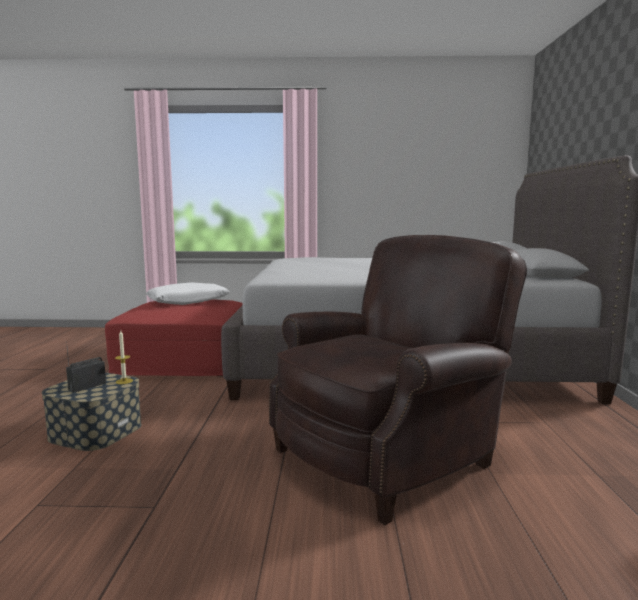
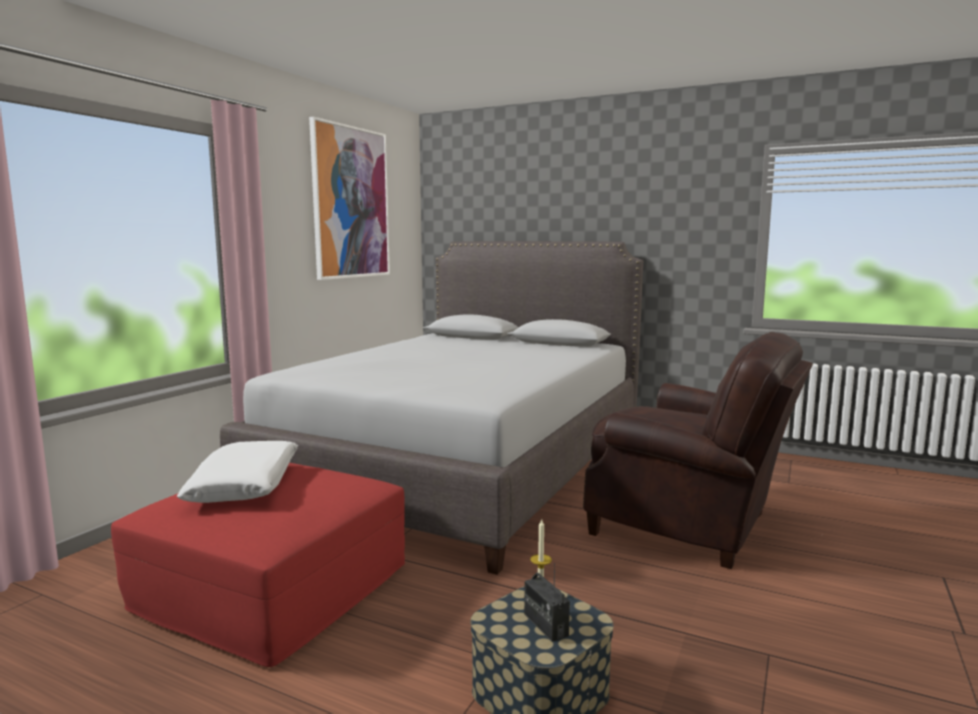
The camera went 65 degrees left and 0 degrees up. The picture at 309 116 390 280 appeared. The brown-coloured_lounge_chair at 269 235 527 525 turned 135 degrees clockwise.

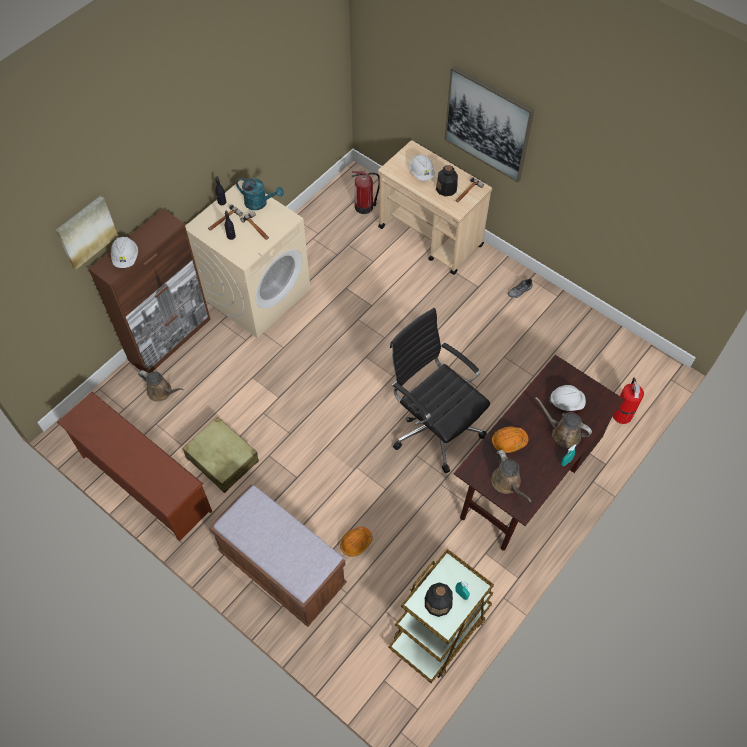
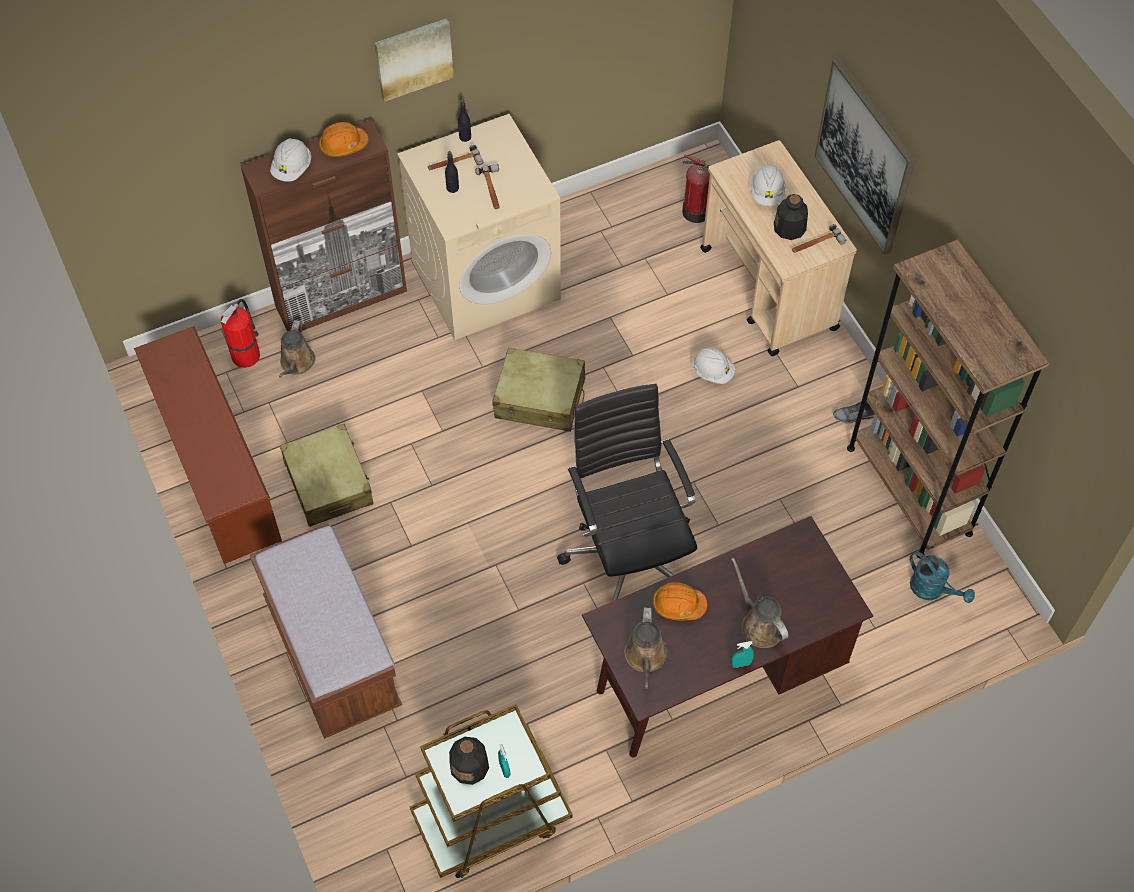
The camera went 25 degrees right and 0 degrees up. The extinguisher moved from 613 377 644 424 to 221 299 260 368. The brown-coloured_watering_can at 138 370 183 402 turned 45 degrees clockwise. The orange_hard_hat moved from 340 526 373 557 to 319 122 369 157. The picture moved from 55 196 118 270 to 374 18 454 102. The sand-coloured_suitcase at 492 348 585 432 appeared. The whitish_hard_hat moved from 550 385 586 411 to 691 348 735 384. The brown-coloured_shelving_unit at 847 239 1050 559 appeared. The turquoise-coloured_watering_can moved from 236 178 284 210 to 910 551 975 603.

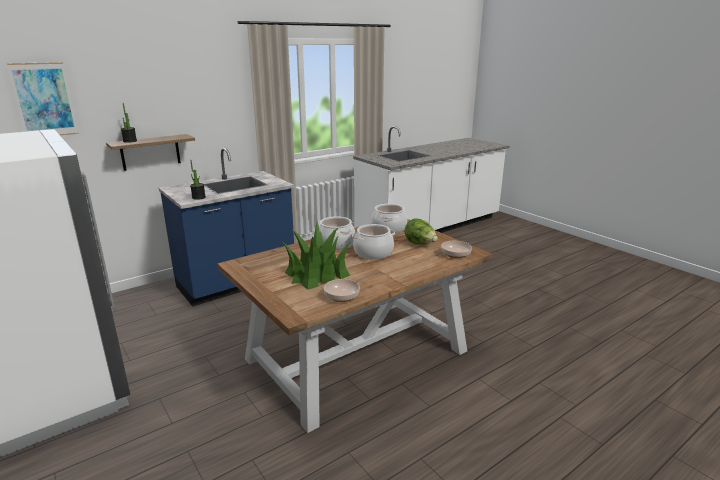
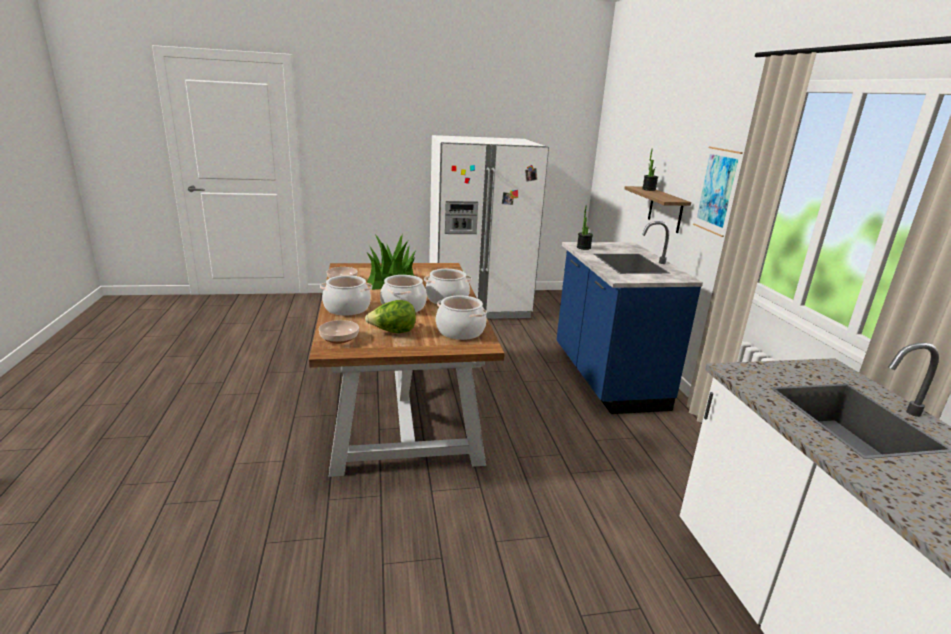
The camera went 115 degrees right and 0 degrees up. The cooking_pot at 320 275 372 316 appeared. The picture moved from 7 62 79 135 to 693 147 743 237.

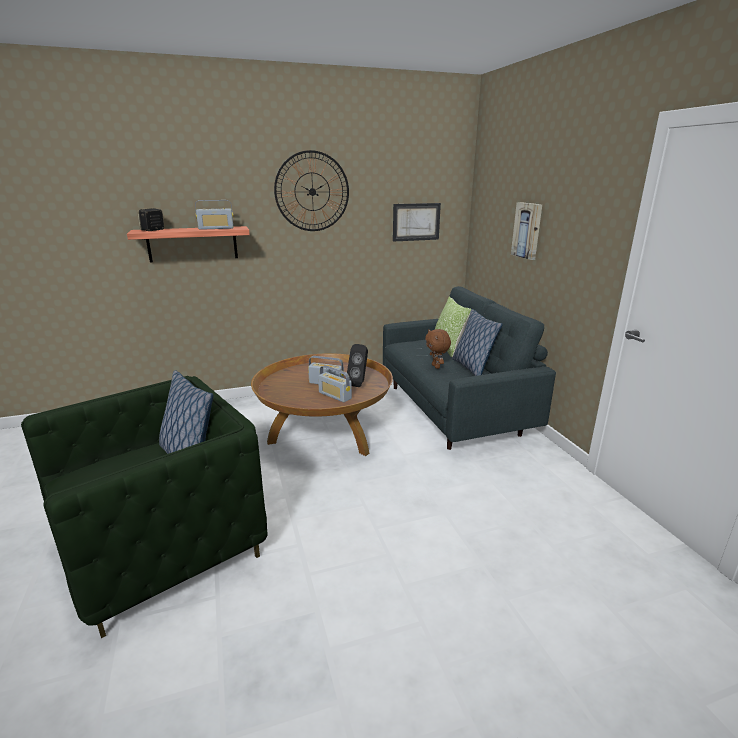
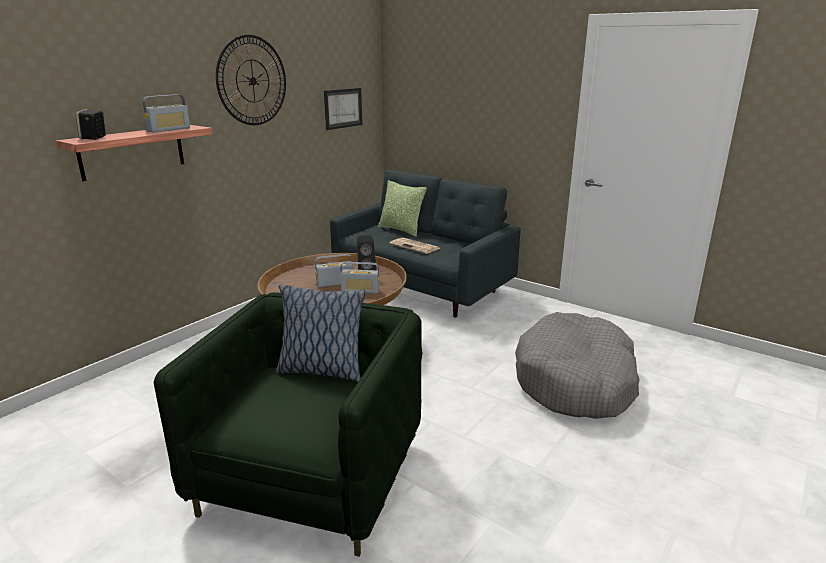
The camera went 35 degrees left and 0 degrees up. The brown-coloured_cuddly_toy at 425 329 451 369 was replaced by the printed_paper at 389 237 440 254. The grey_dog_cushion at 515 312 640 419 appeared. The cushion at 452 309 503 376 disappeared. The picture at 511 202 542 260 disappeared.

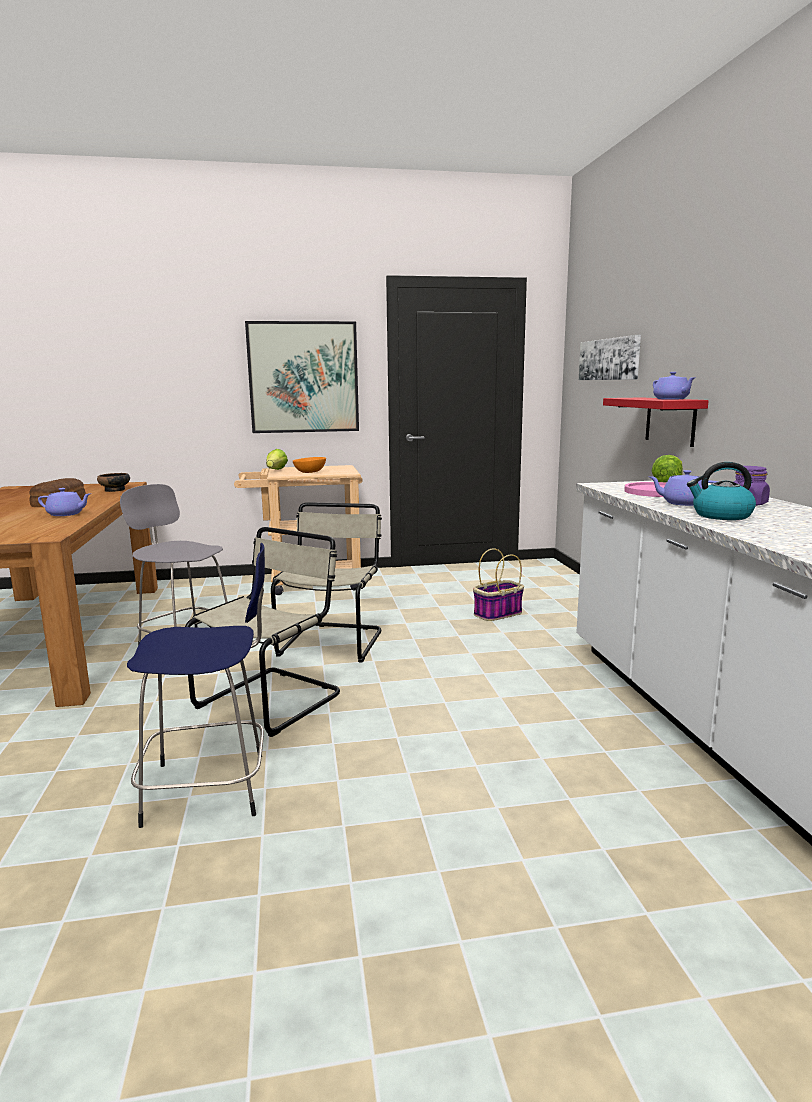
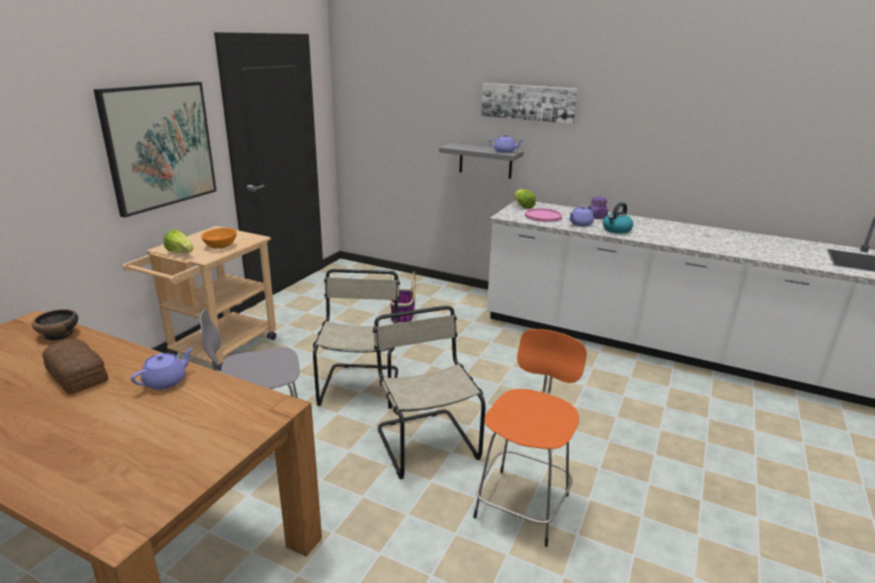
The camera went 55 degrees left and 10 degrees up. The sand-coloured_upright_chair at 271 502 382 662 turned 45 degrees clockwise. The reddish_wall_shelf at 603 397 709 447 became the grey_wall_shelf at 439 143 524 179. The bluish_stool at 127 543 265 828 became the orange_stool at 473 329 587 547. The picture moved from 579 335 641 380 to 481 83 578 124.

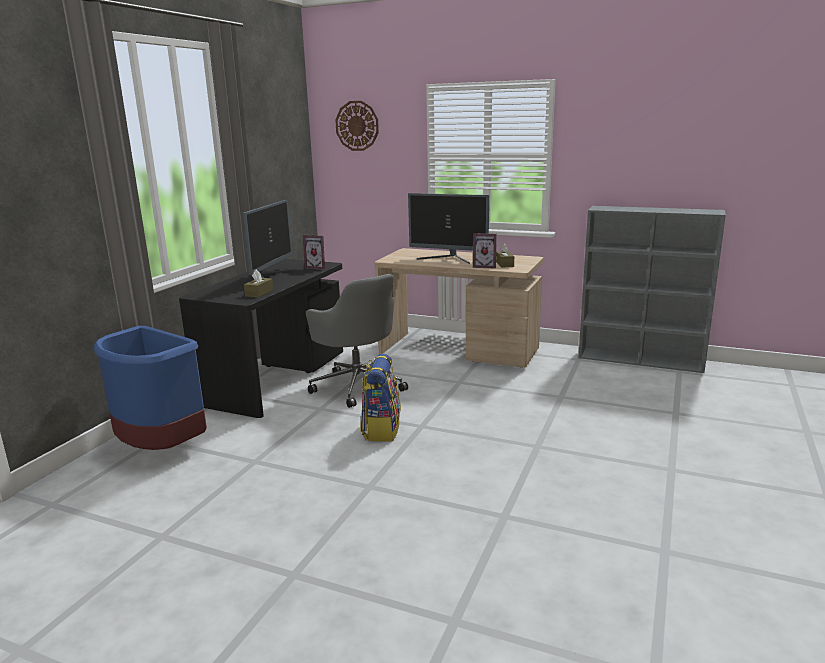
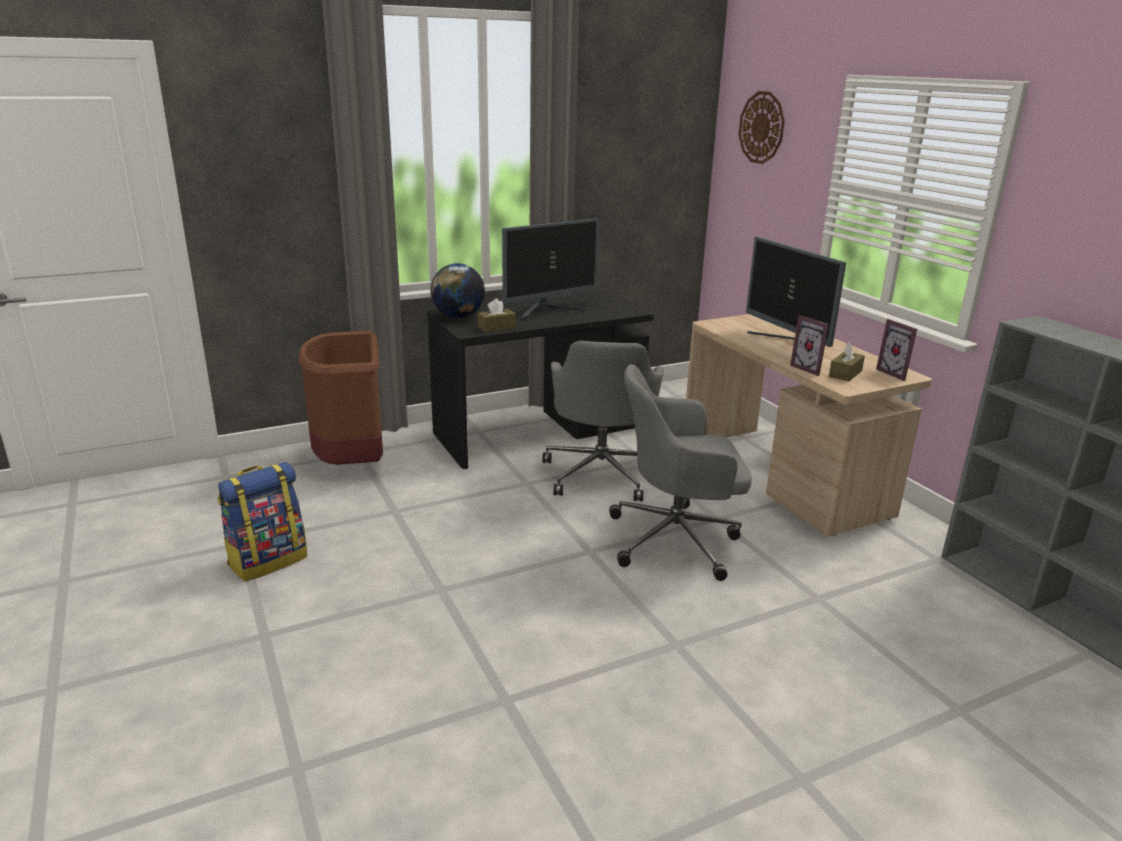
The camera went 40 degrees right and 5 degrees up. The knapsack moved from 360 354 401 442 to 218 462 307 581. The bluish_rubbish_bin at 94 326 207 450 became the brown-coloured_rubbish_bin at 298 331 383 465. The globe at 431 263 485 318 appeared. The grey_computer_chair at 609 364 752 581 appeared. The photo_frame moved from 303 235 325 270 to 876 319 917 381.

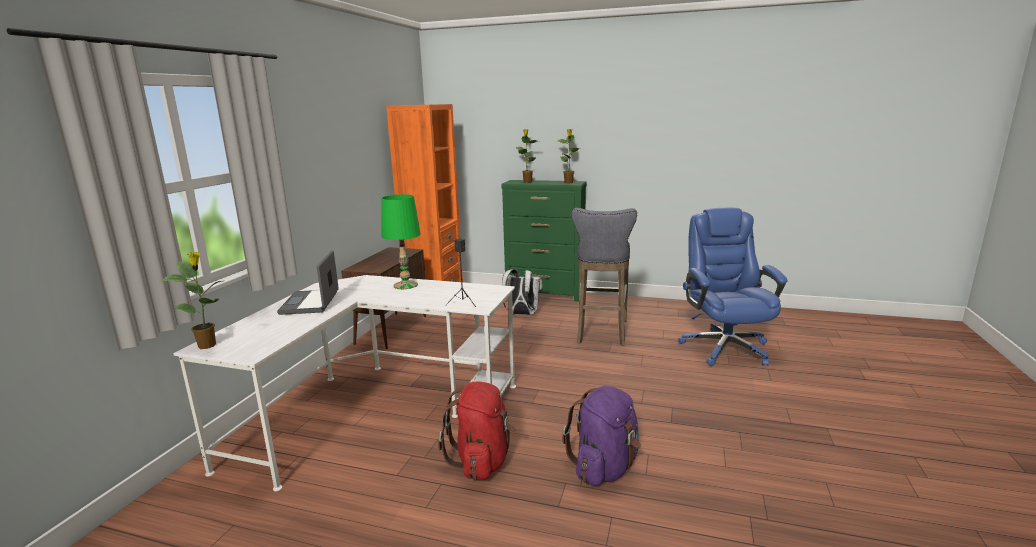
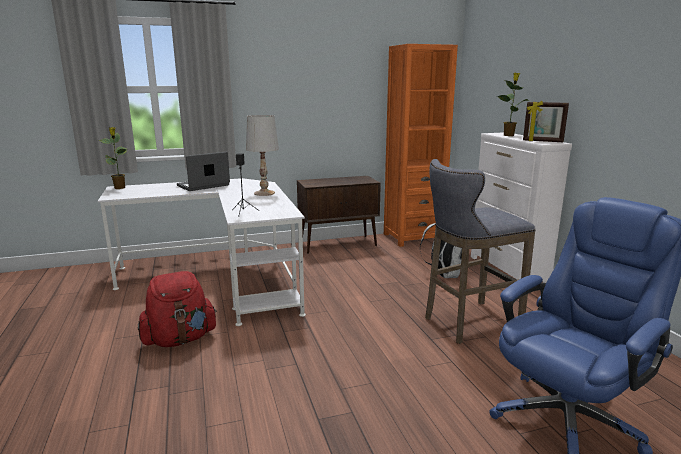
The camera went 55 degrees right and 0 degrees up. The green_table_lamp at 381 194 421 289 became the whitish_table_lamp at 246 115 279 196. The green_drawer_chest at 502 180 586 302 became the whitish_drawer_chest at 471 132 572 283. The plant_in_a_pot at 558 129 580 183 was replaced by the photo_frame at 523 101 569 142. The purple_knapsack at 563 386 641 486 disappeared.

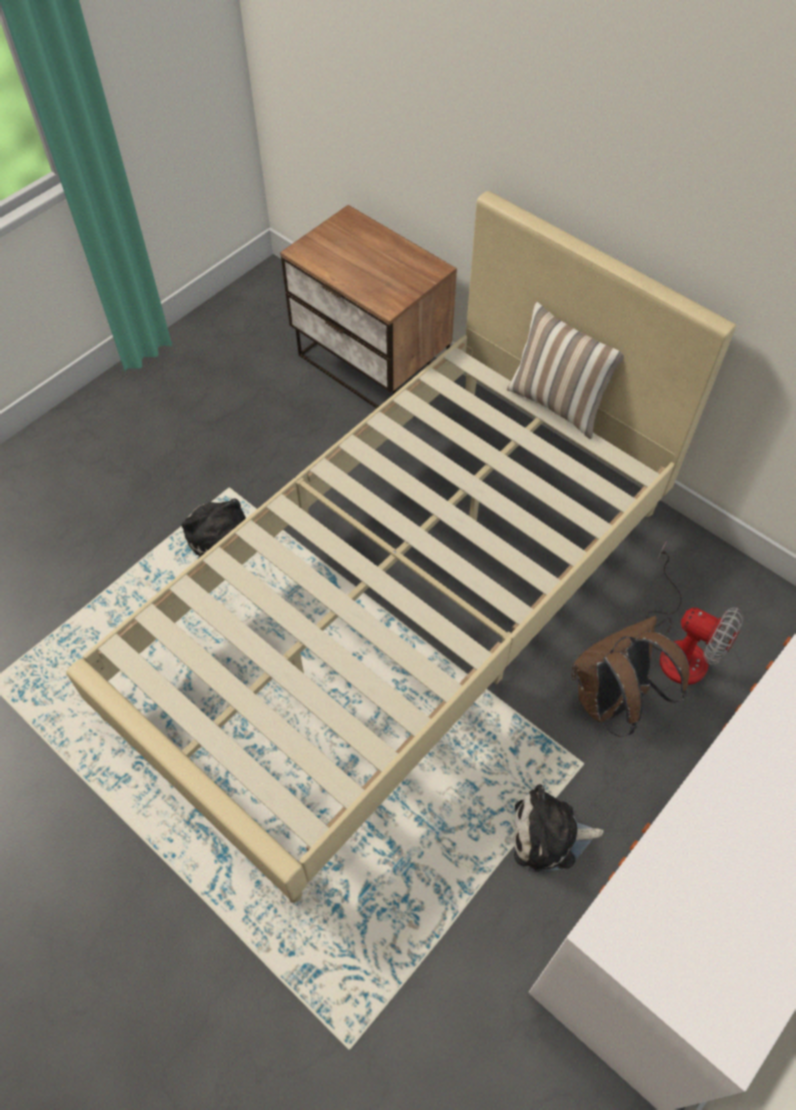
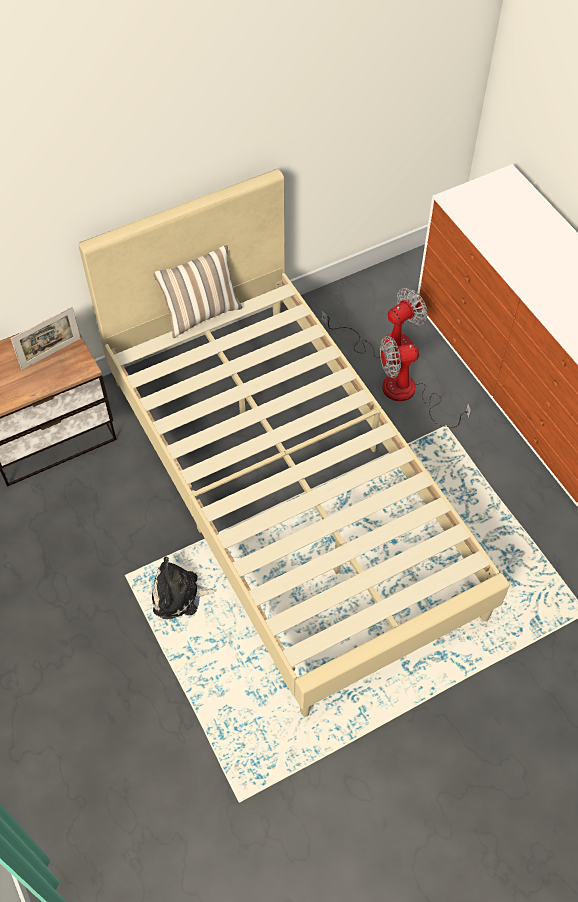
The camera went 70 degrees left and 0 degrees up. The photo_frame at 10 306 81 370 appeared. The brown-coloured_knapsack at 572 616 690 737 was replaced by the fan at 380 336 471 428. The cuddly_toy at 514 784 604 872 disappeared.

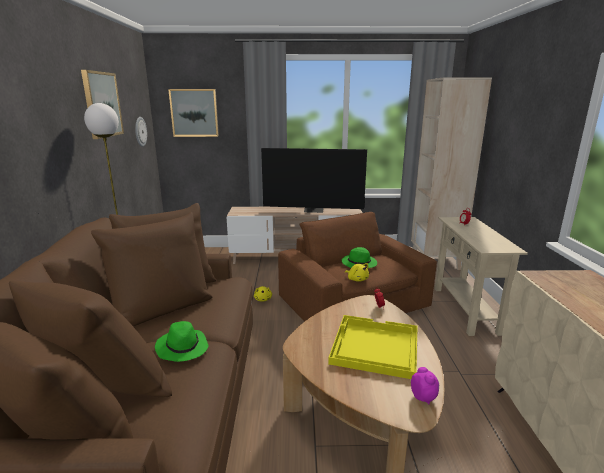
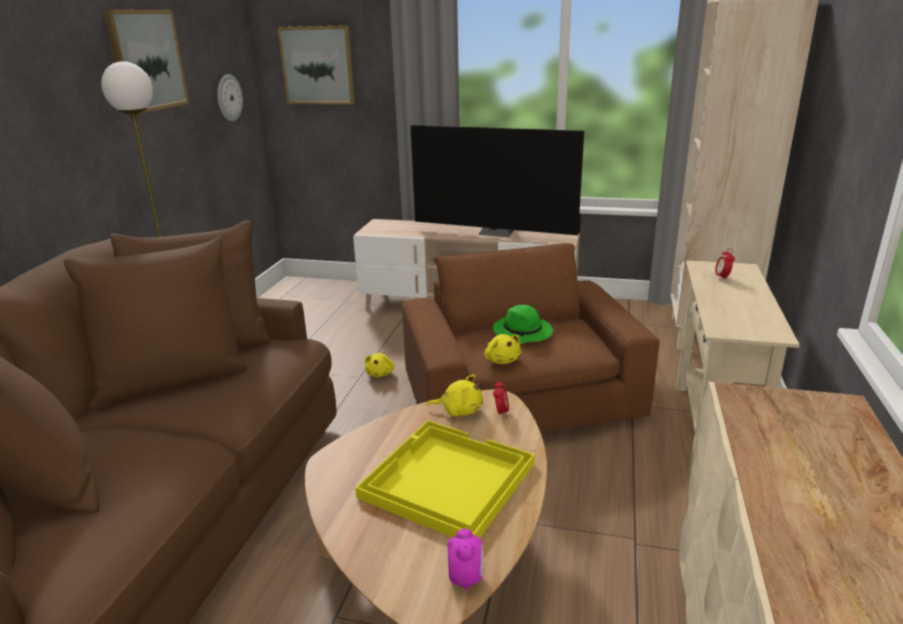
The camera went 15 degrees right and 5 degrees up. The yellowish_cuddly_toy at 426 374 483 416 appeared. The green_wearable_hat at 155 321 208 362 disappeared.

